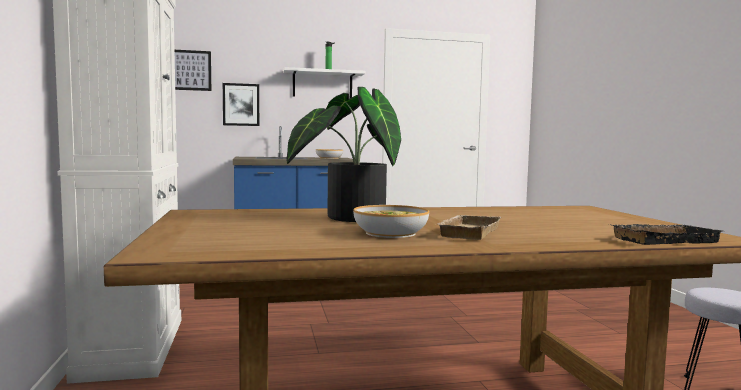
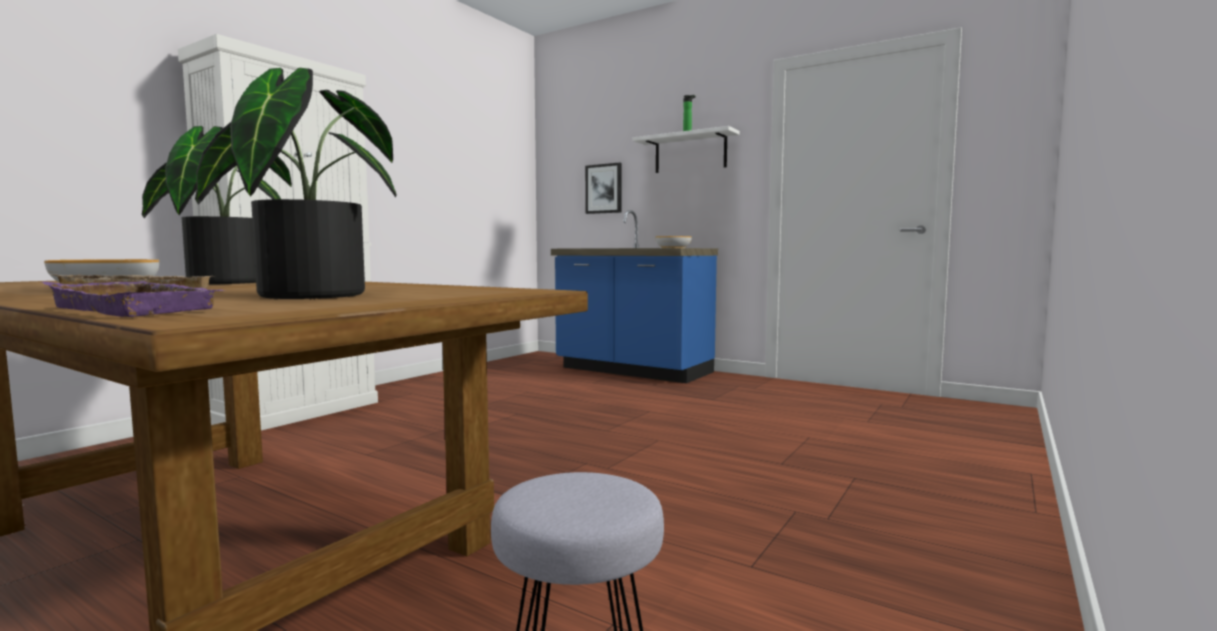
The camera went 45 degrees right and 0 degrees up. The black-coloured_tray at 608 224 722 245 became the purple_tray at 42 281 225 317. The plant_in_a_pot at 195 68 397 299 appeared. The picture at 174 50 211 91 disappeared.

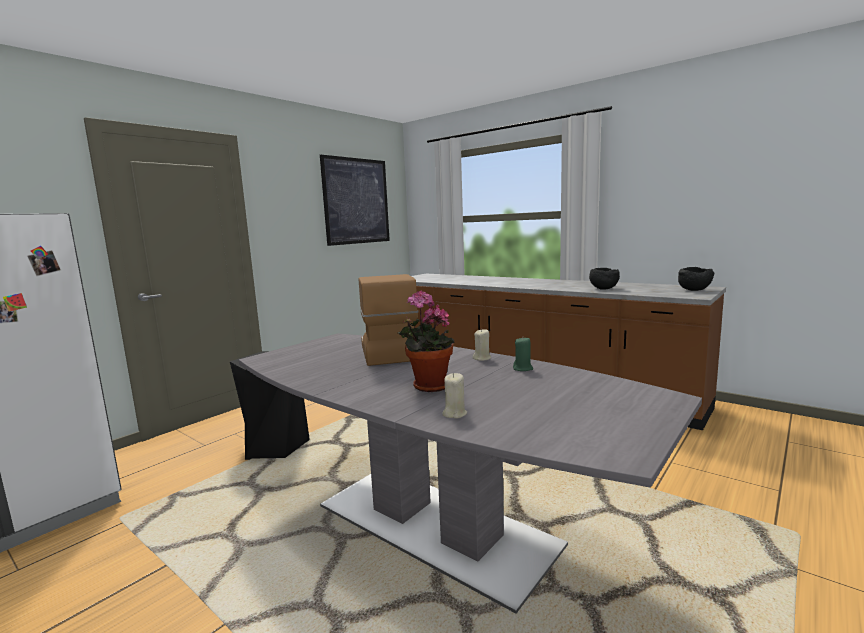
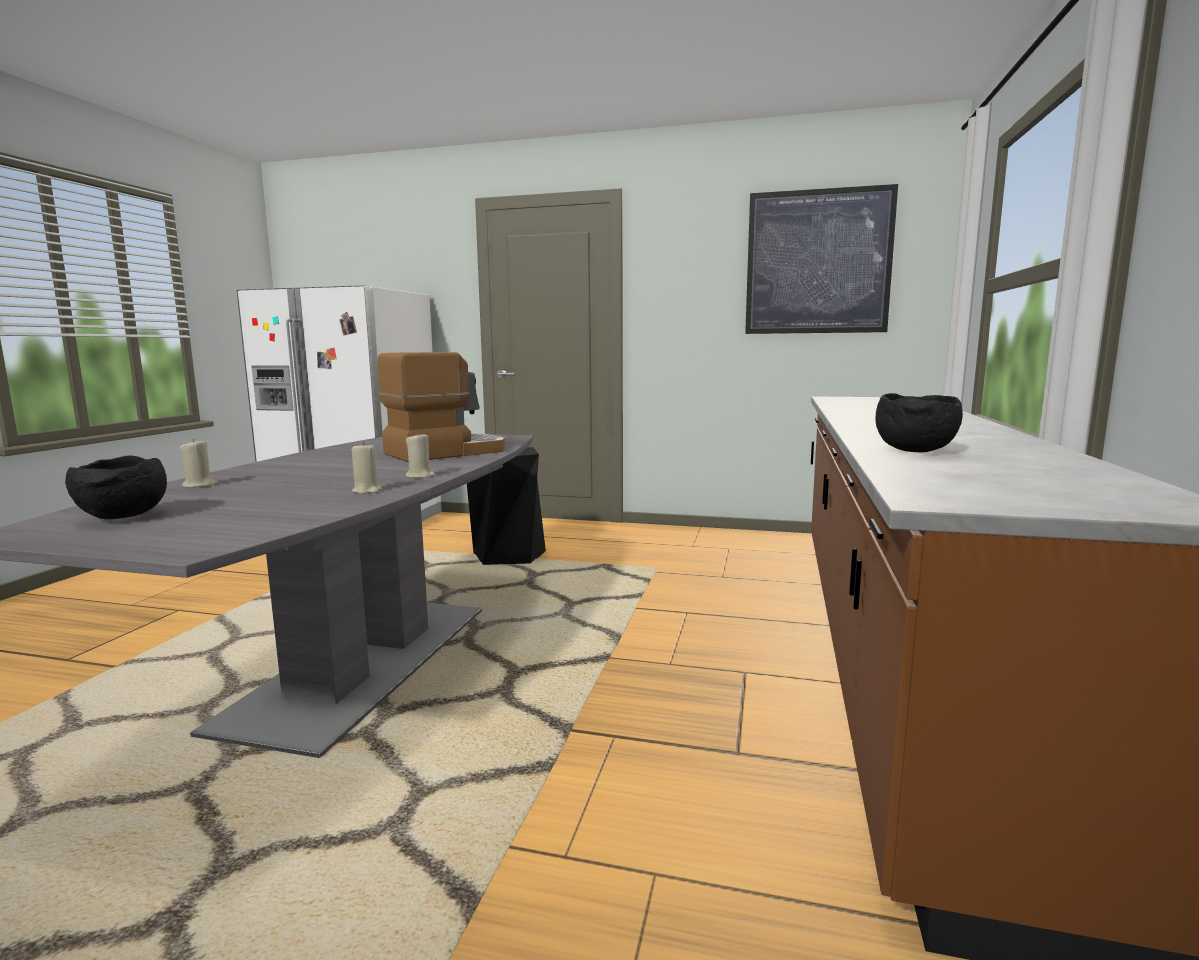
The camera went 65 degrees right and 0 degrees up. The black-coloured_serving_bowl moved from 678 267 715 291 to 65 456 167 519. The green_wax_light at 513 337 533 371 became the sand-coloured_wax_light at 352 442 382 494. The plant_in_a_pot at 398 290 455 392 disappeared.

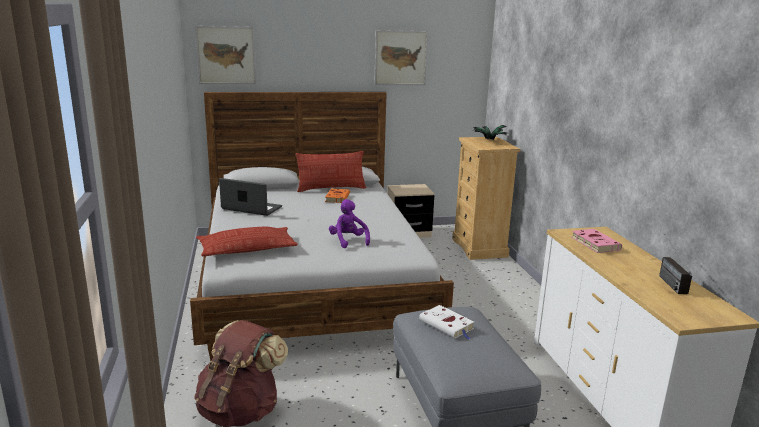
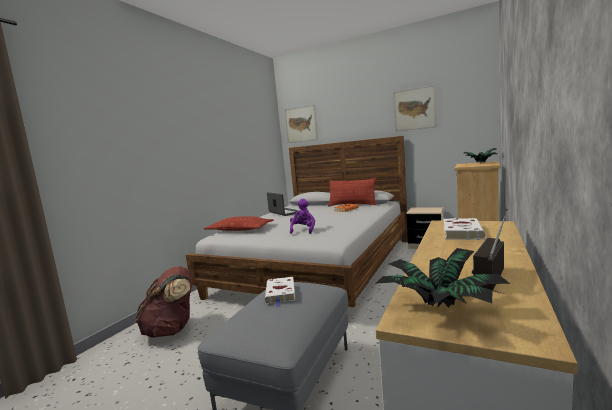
The camera went 40 degrees right and 10 degrees down. The plant_in_a_pot at 375 248 510 308 appeared. The pinkish_volume at 571 229 622 253 became the whitish_volume at 443 218 485 240.

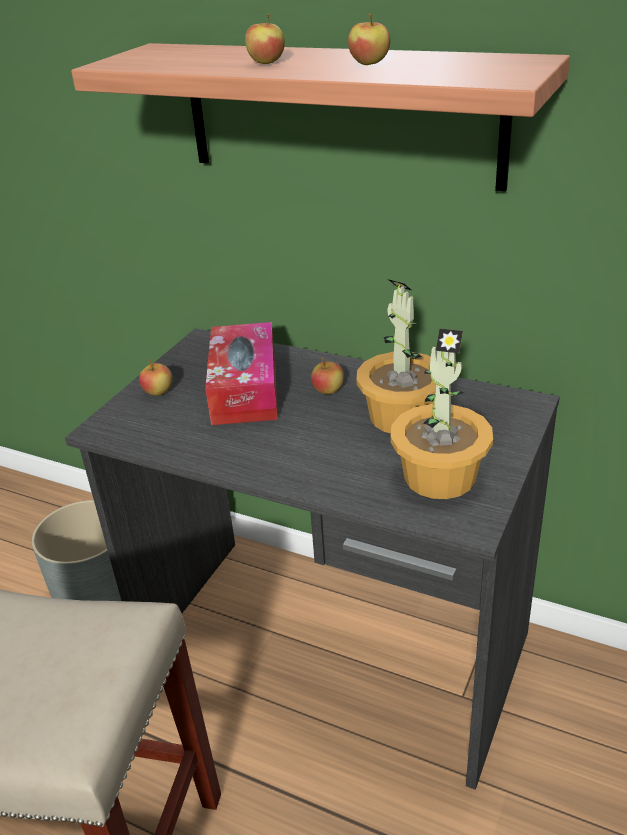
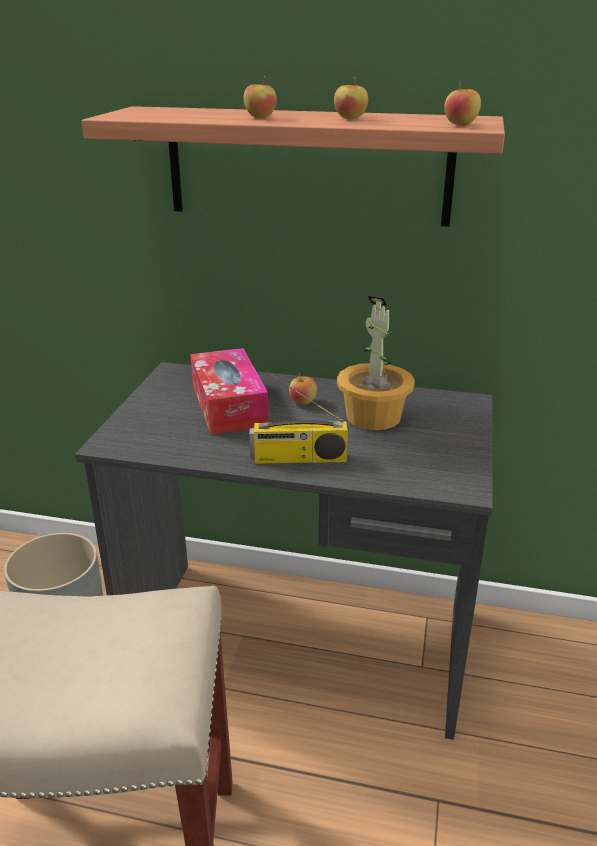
The camera went 15 degrees left and 5 degrees down. The radio_set at 249 372 348 464 appeared. The apple_fruit moved from 139 359 173 396 to 444 80 481 125. The plant_in_a_pot at 390 329 493 499 disappeared.

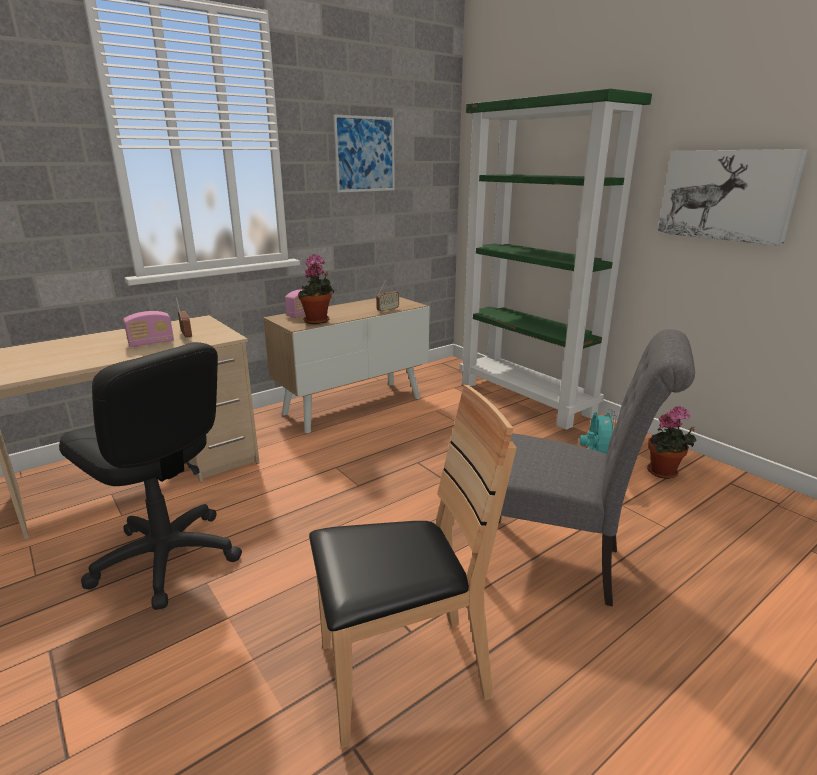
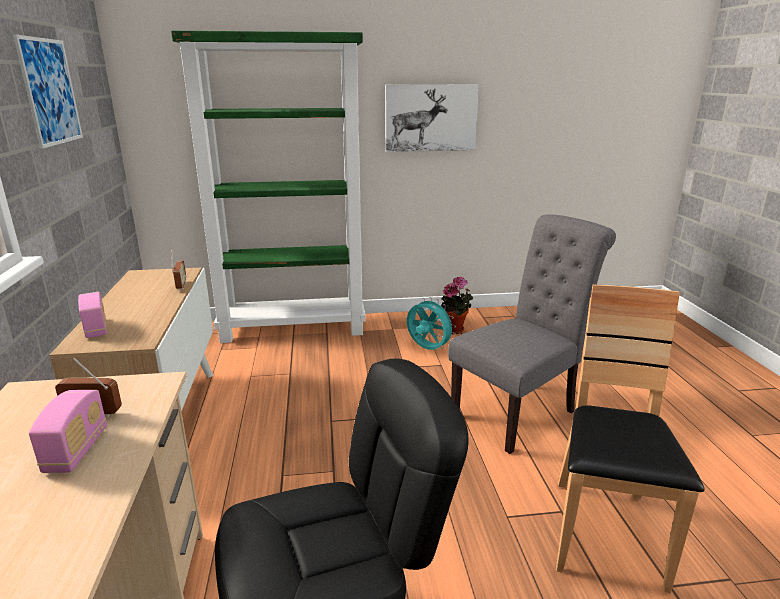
The camera went 60 degrees left and 0 degrees up. The plant_in_a_pot at 298 254 334 324 disappeared.

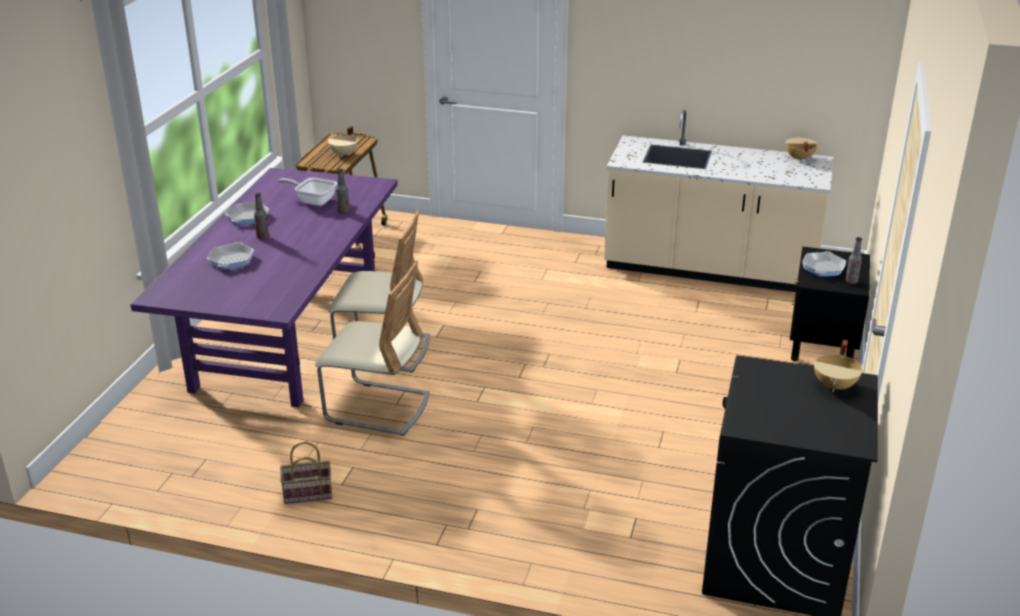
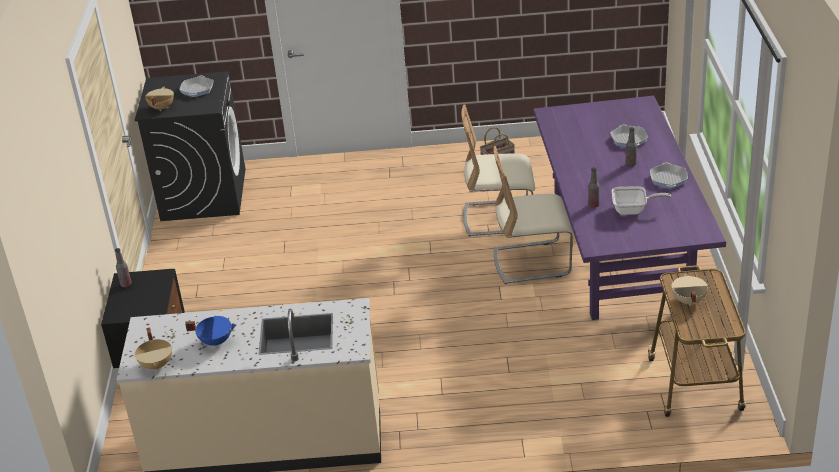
The camera went 165 degrees right and 5 degrees up. The frying_pan moved from 802 251 846 277 to 179 76 214 97. The bluish_cooking_pot at 185 316 236 347 appeared.

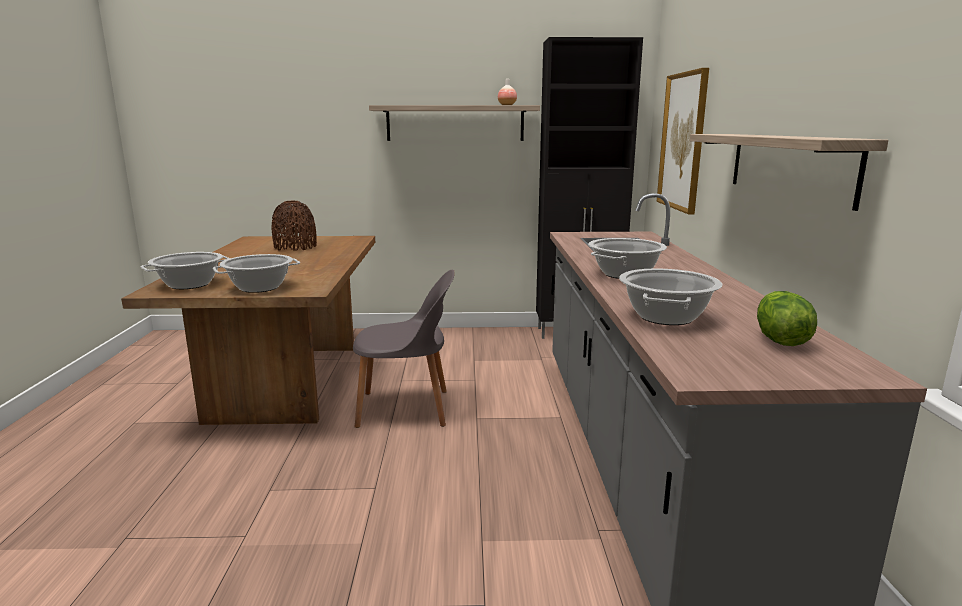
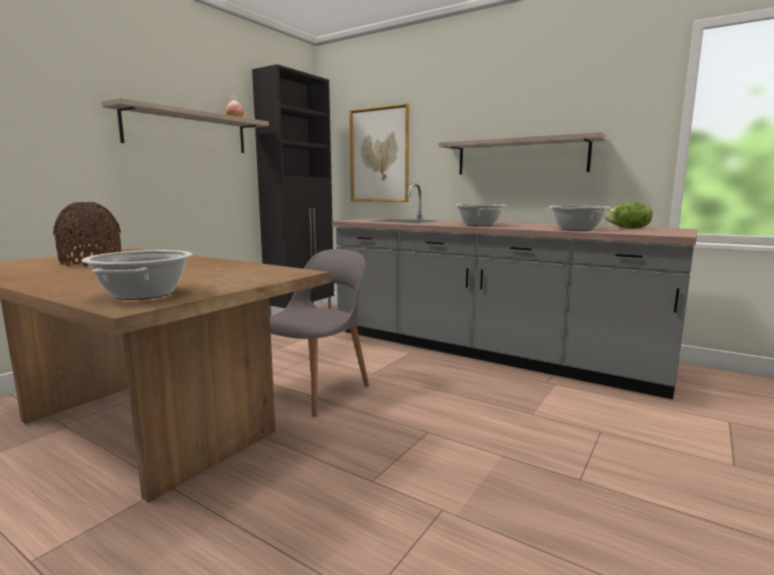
The camera went 55 degrees left and 5 degrees down. The cooking_pot at 213 254 300 293 disappeared.

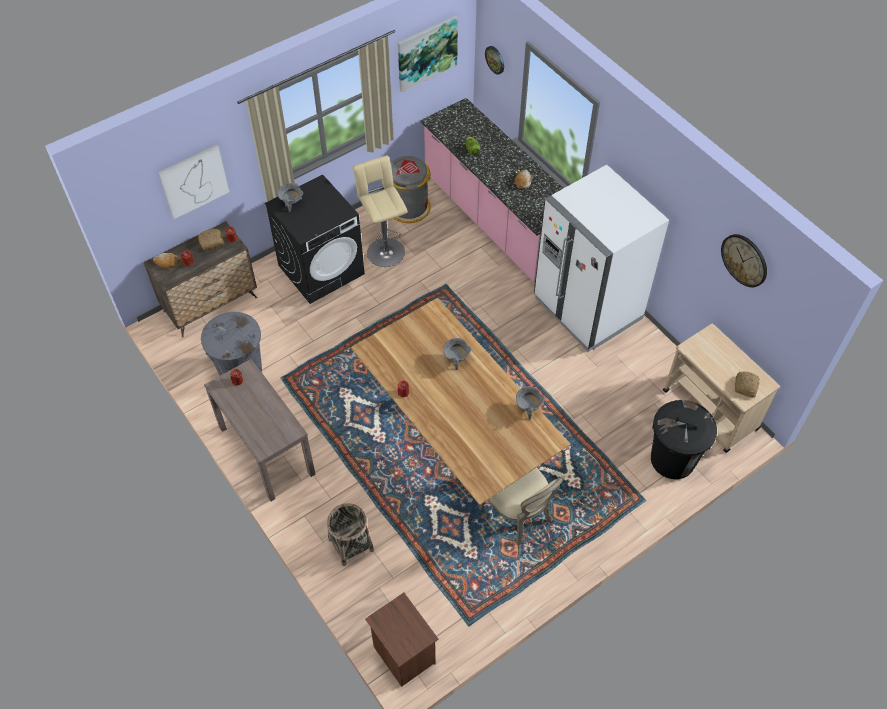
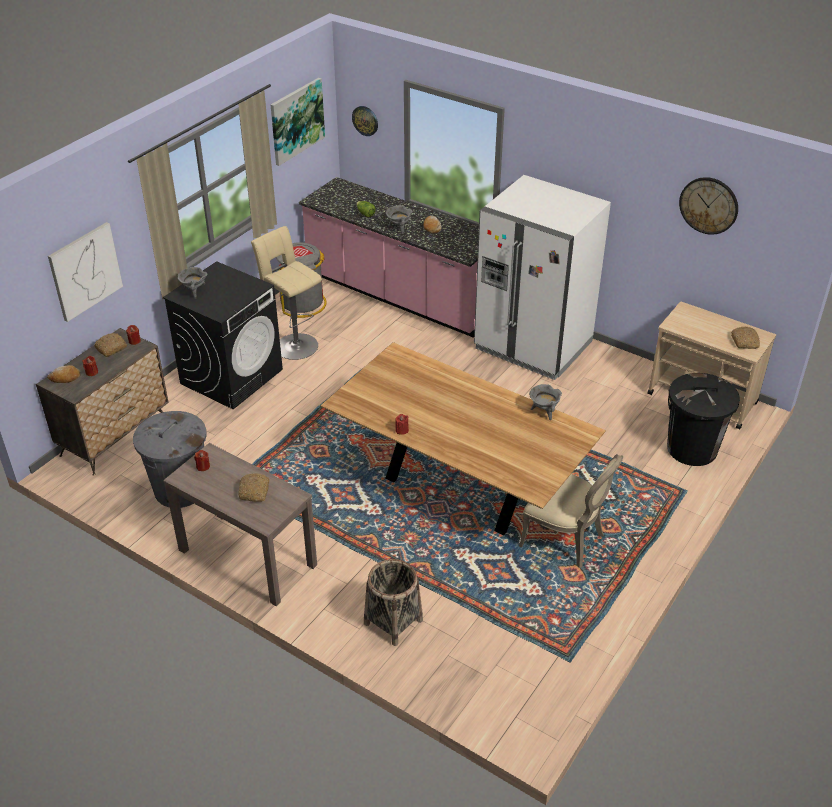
The camera went 20 degrees left and 15 degrees down. The bread at 239 473 269 502 appeared. The grey_cooking_pot moved from 443 338 471 370 to 386 205 413 234. The brown-coloured_bedside_table at 365 593 439 687 disappeared.

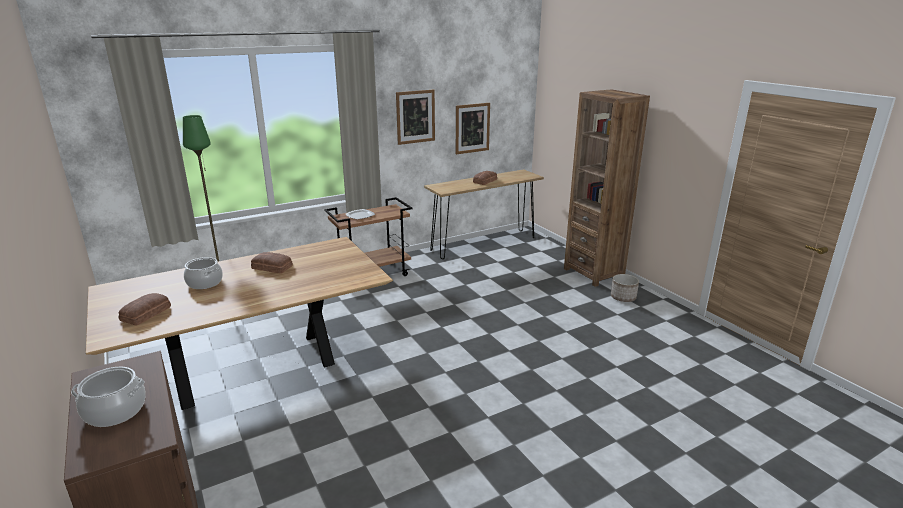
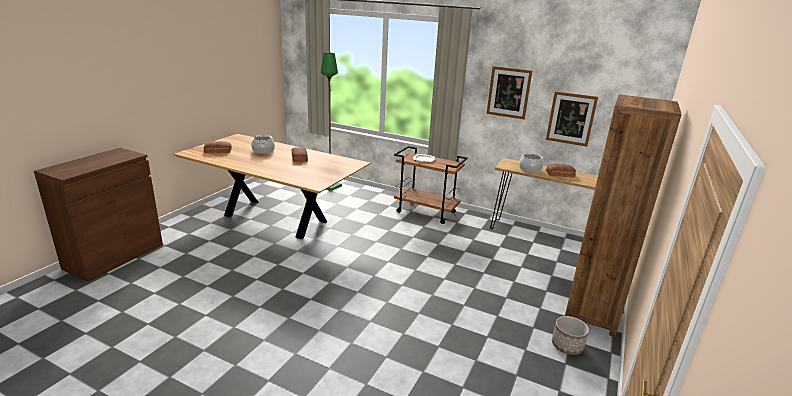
The camera went 55 degrees right and 0 degrees up. The cooking_pot moved from 71 367 146 427 to 519 153 544 173.

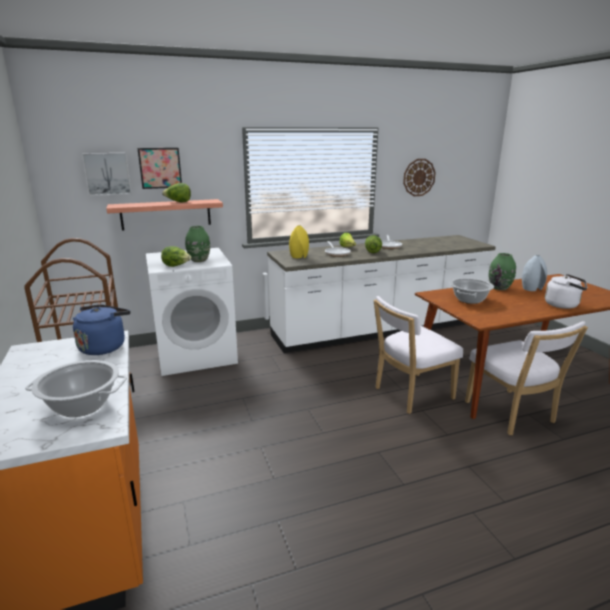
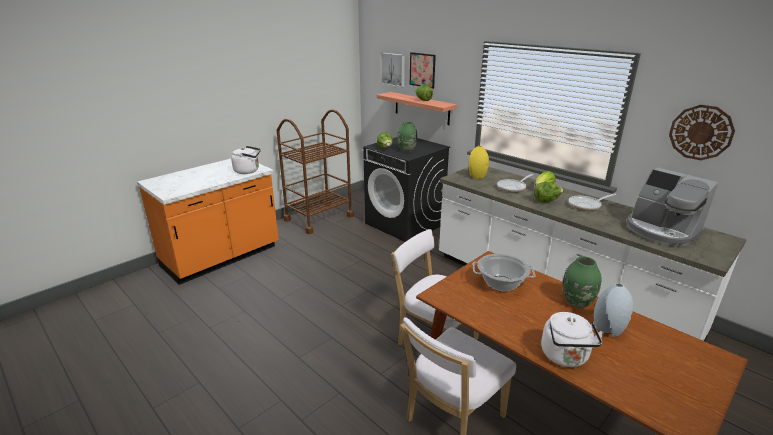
The camera went 65 degrees right and 5 degrees up. The bluish_tea_kettle at 73 305 130 355 became the whitish_tea_kettle at 231 146 261 174. The whitish_laundry_appliance at 146 248 238 376 became the black-coloured_laundry_appliance at 363 137 450 242. The coffee_brewer at 627 167 718 247 appeared. The cooking_pot at 25 360 127 417 disappeared.

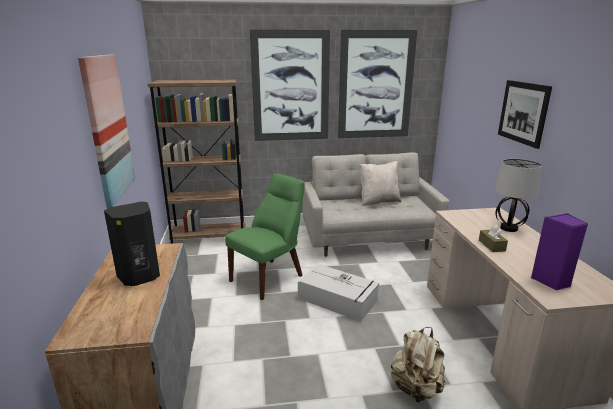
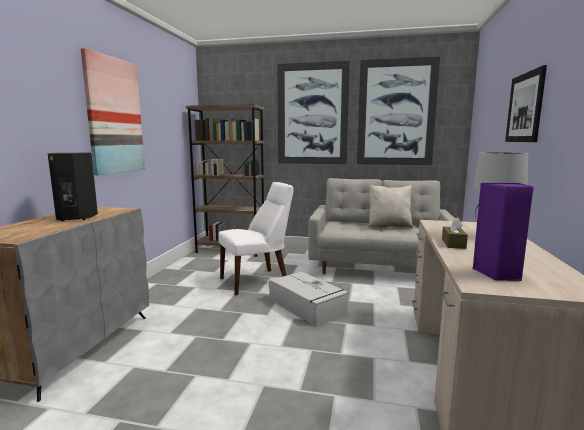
The camera went 20 degrees right and 10 degrees down. The green_upright_chair at 225 173 305 300 became the whitish_upright_chair at 219 182 294 295. The sand-coloured_knapsack at 391 327 446 403 disappeared.

